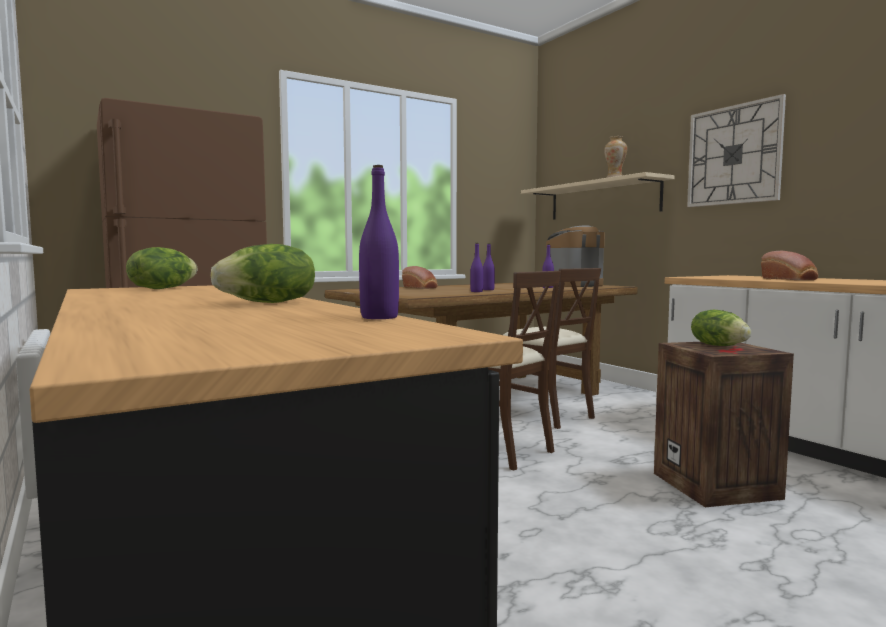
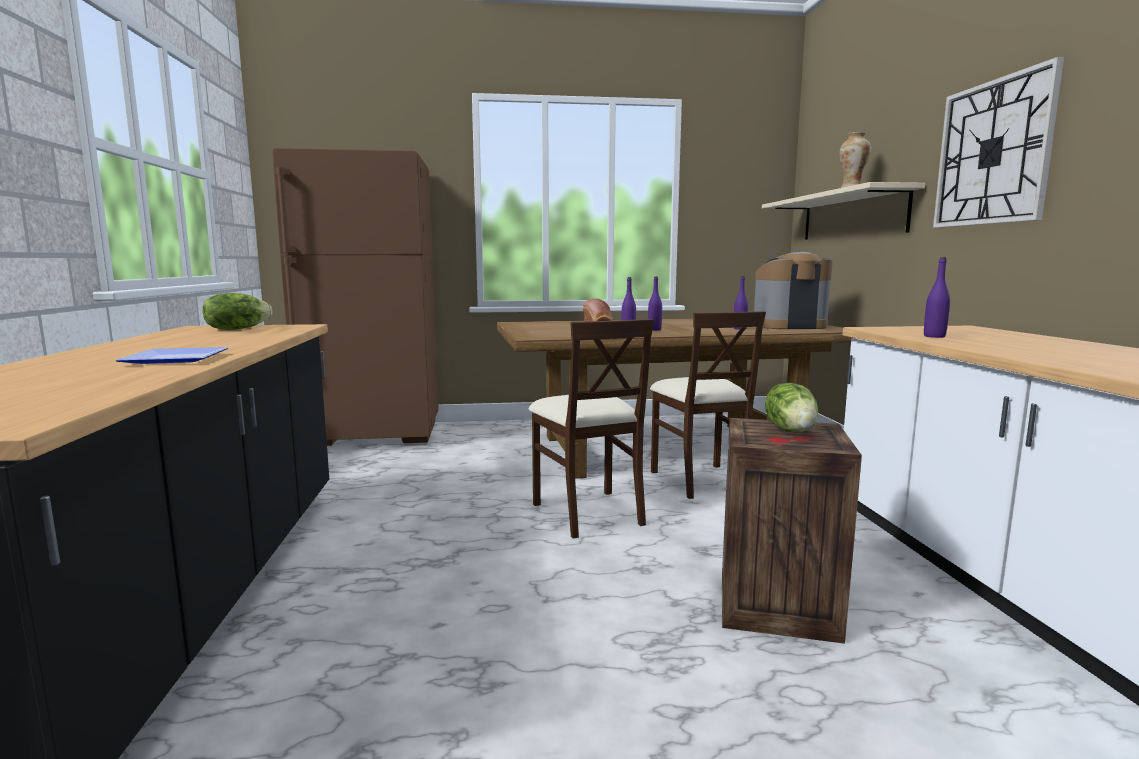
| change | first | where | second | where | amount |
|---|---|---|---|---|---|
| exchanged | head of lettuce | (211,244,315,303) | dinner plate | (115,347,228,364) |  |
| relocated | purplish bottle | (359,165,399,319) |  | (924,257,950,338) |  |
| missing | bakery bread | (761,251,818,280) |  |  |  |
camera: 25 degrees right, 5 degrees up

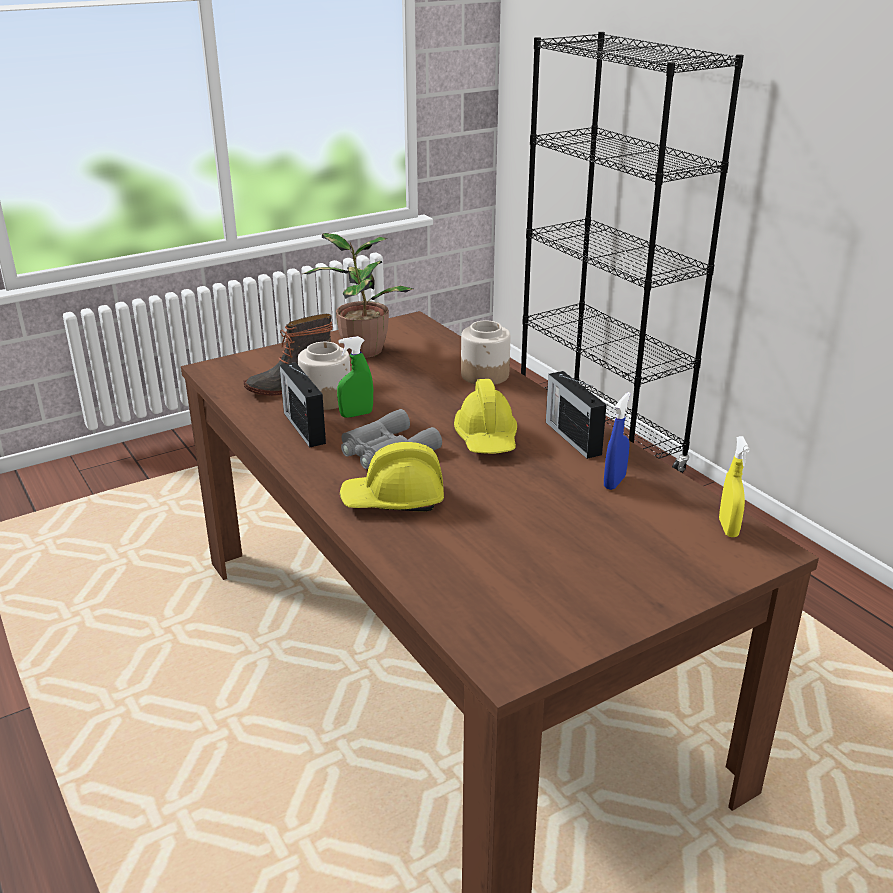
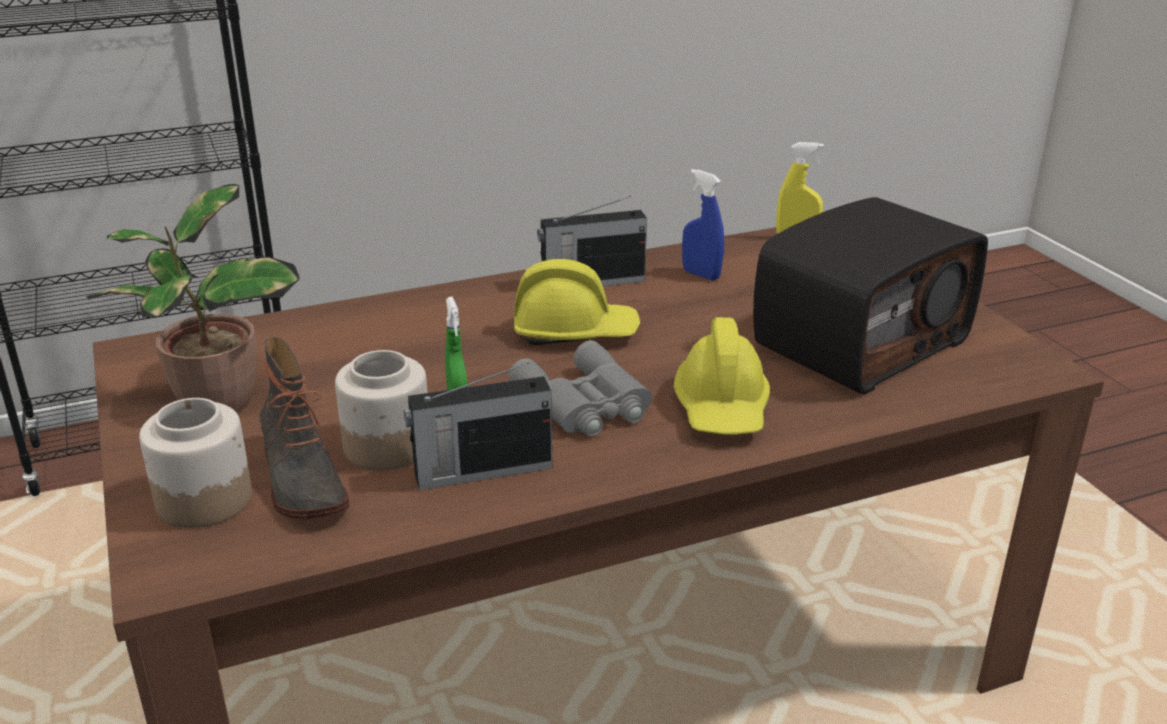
| change | first | where | second | where | amount |
|---|---|---|---|---|---|
| relocated | storage jar | (461,320,511,385) |  | (139,398,252,528) |  |
| appeared |  |  | radio | (753,197,988,394) |  |
camera: 80 degrees left, 0 degrees up

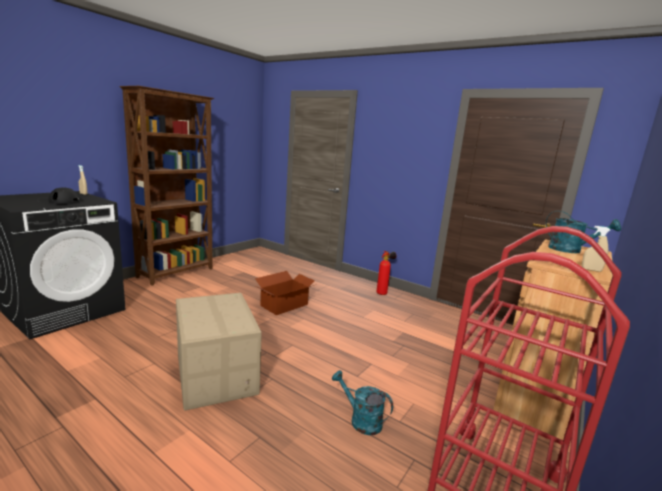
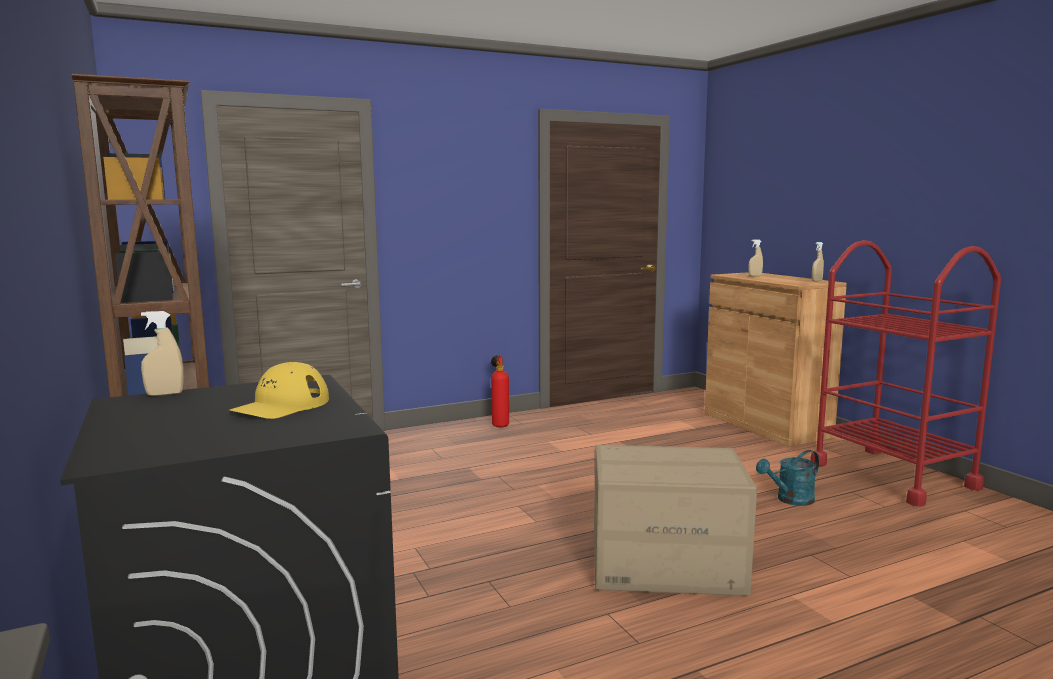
| change | first | where | second | where | amount |
|---|---|---|---|---|---|
| colour | blackish cap | (38,187,80,204) | yellowish cap | (229,362,329,419) |  |
| exchanged | blue-green sprinkling can | (546,211,622,253) | beige sprayer | (748,239,763,276) |  |
| missing | packing box | (254,271,317,315) |  |  |  |
camera: 60 degrees left, 5 degrees down

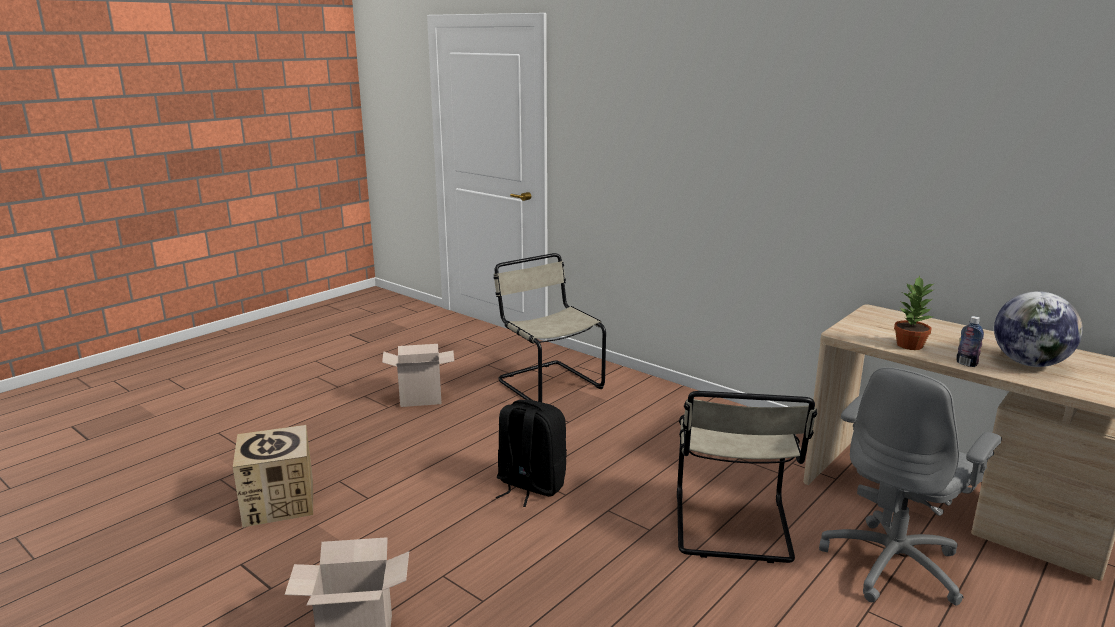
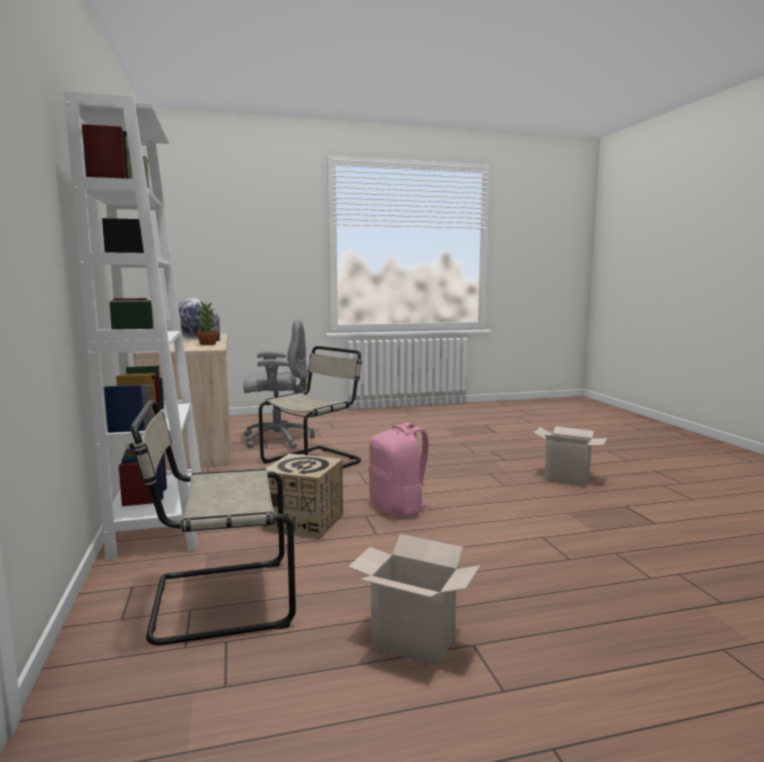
| change | first | where | second | where | amount |
|---|---|---|---|---|---|
| appeared |  |  | whitish bookshelf | (64,91,201,560) |  |
| spun | beige plain chair | (493,253,606,402) |  | (130,400,296,645) | 75 degrees clockwise |
| relocated | packing box | (233,425,313,527) |  | (262,454,343,539) |  |
| colour | blackish rucksack | (496,400,567,507) | pink rucksack | (369,422,436,518) |  |
camera: 145 degrees left, 10 degrees down

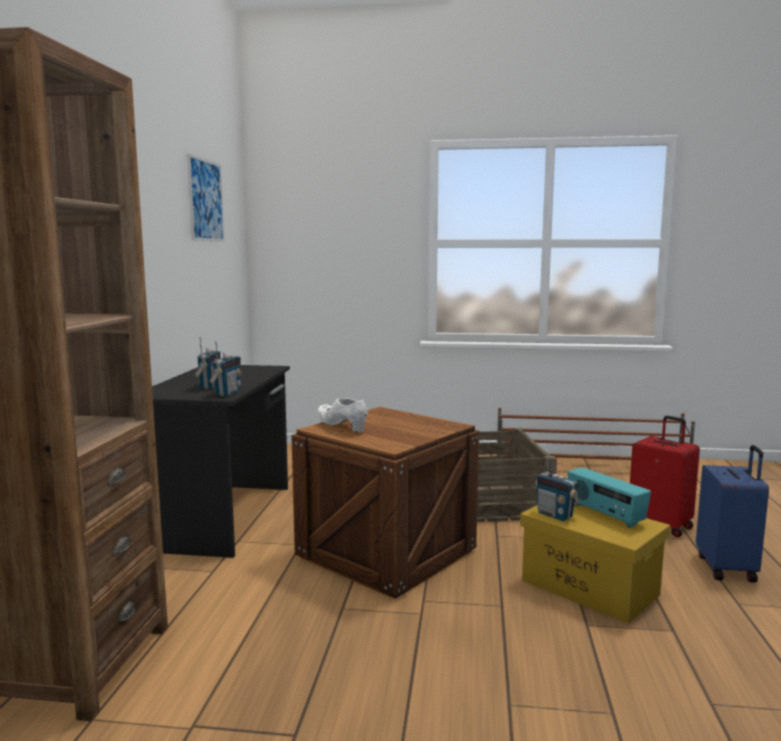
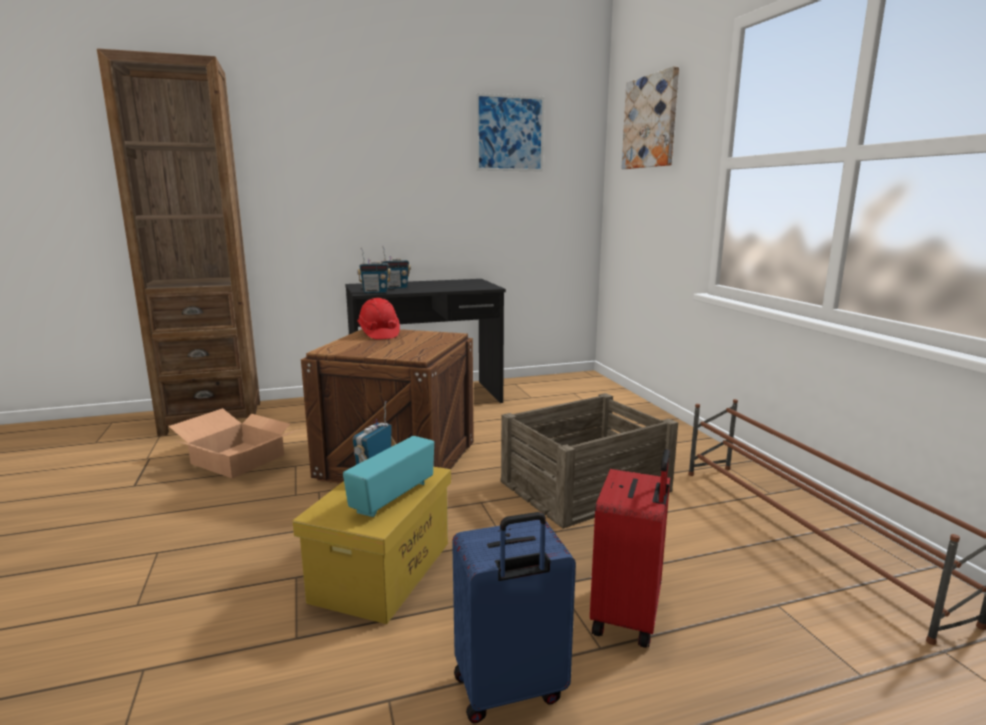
| change | first | where | second | where | amount |
|---|---|---|---|---|---|
| appeared |  |  | packing box | (169,408,300,478) |  |
| exchanged | whitish shoe | (317,398,368,433) | red hard hat | (357,298,400,339) |  |
| appeared |  |  | picture | (621,66,679,169) |  |
camera: 65 degrees right, 5 degrees up

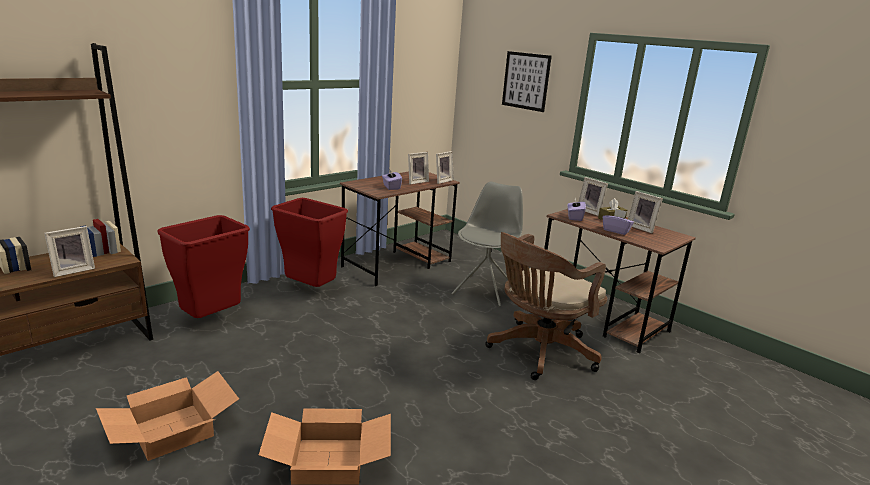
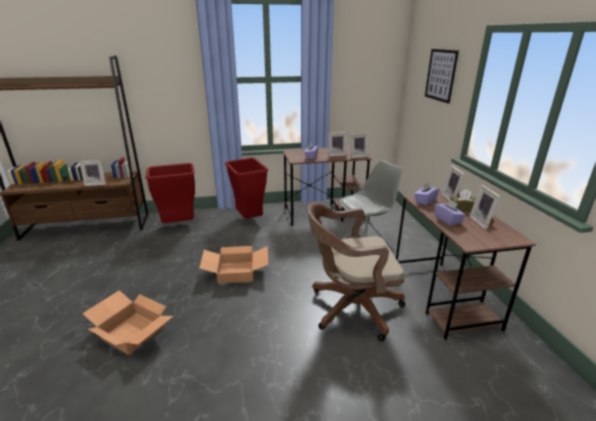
| change | first | where | second | where | amount |
|---|---|---|---|---|---|
| relocated | packing box | (96,371,239,461) |  | (199,246,268,283) |  |
camera: 35 degrees right, 5 degrees up

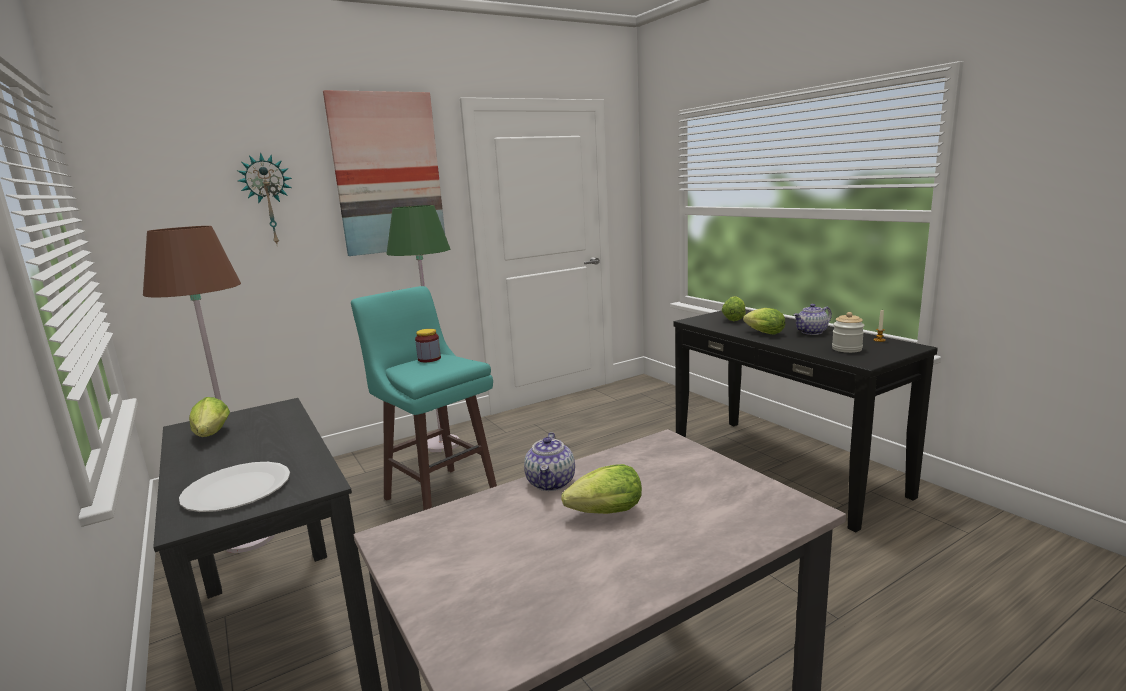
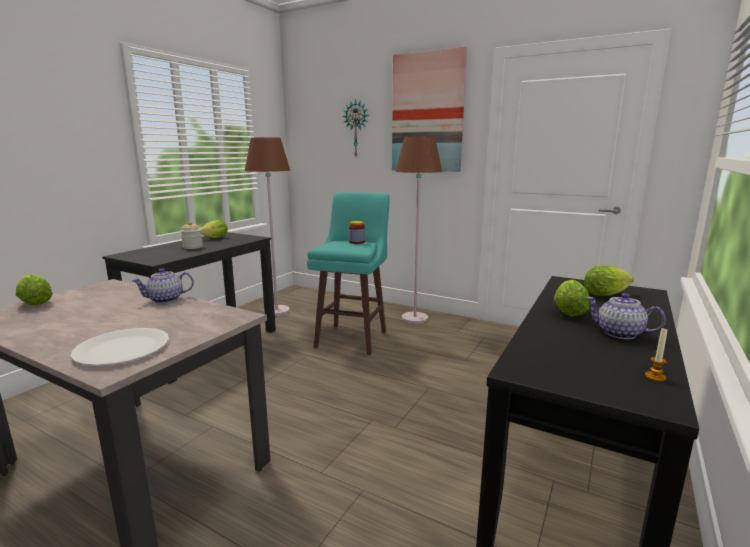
| change | first | where | second | where | amount |
|---|---|---|---|---|---|
| relocated | head of lettuce | (561,464,642,514) |  | (16,274,53,305) |  |
| relocated | whitish dinner plate | (179,462,290,512) |  | (70,328,169,366) |  |
| relocated | storage jar | (832,312,864,353) |  | (181,222,203,249) |  |
| colour | green standard lamp | (387,205,459,452) | brown-coloured standard lamp | (395,137,442,324) |  |
camera: 60 degrees right, 0 degrees up

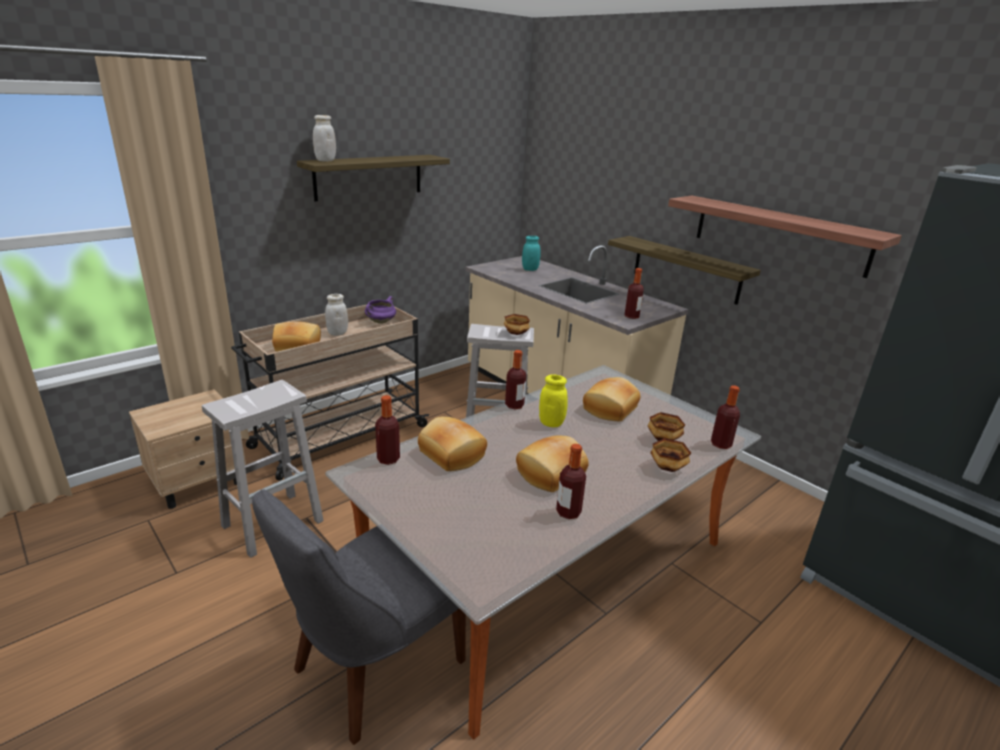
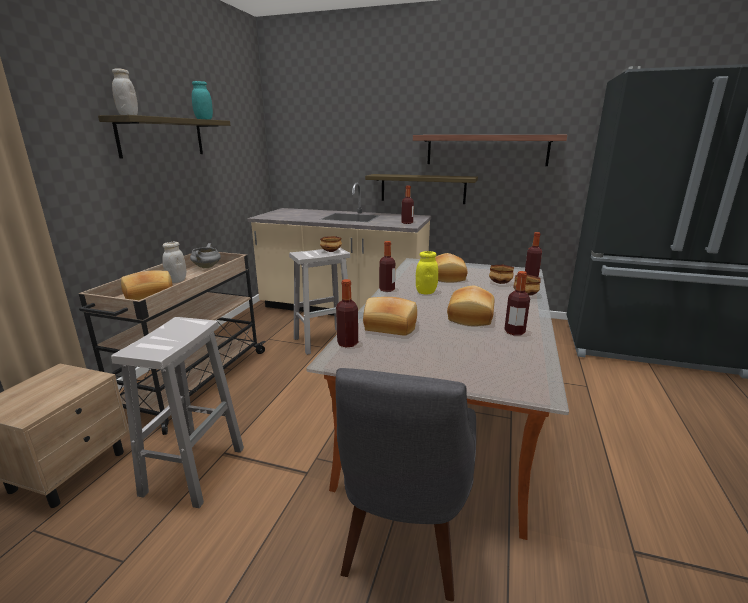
| change | first | where | second | where | amount |
|---|---|---|---|---|---|
| colour | purplish saucepot | (365,296,396,324) | gray saucepot | (190,243,221,268) |  |
| relocated | blue-green storage jar | (522,236,541,271) |  | (192,81,213,120) |  |
camera: 30 degrees left, 5 degrees down

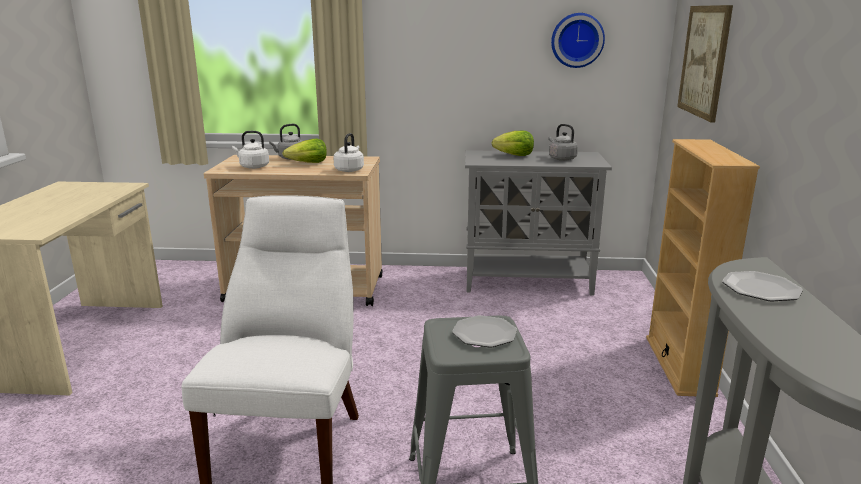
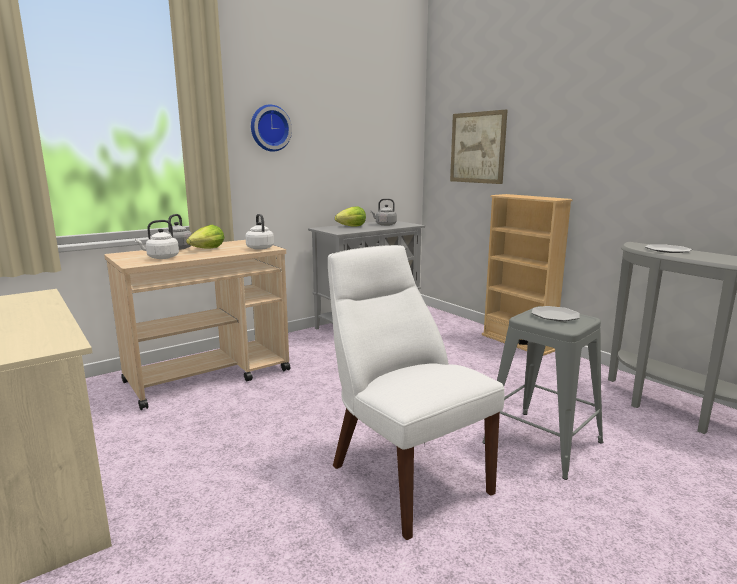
| change | first | where | second | where | amount |
|---|---|---|---|---|---|
| relocated | wall clock | (551,13,605,68) |  | (251,104,292,152) |  |
camera: 40 degrees left, 5 degrees down

